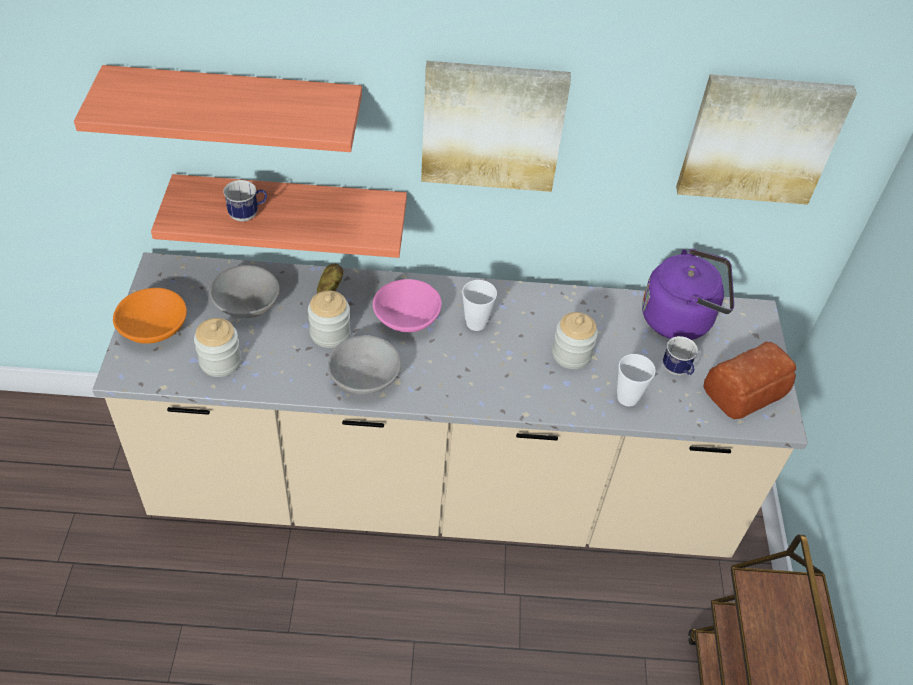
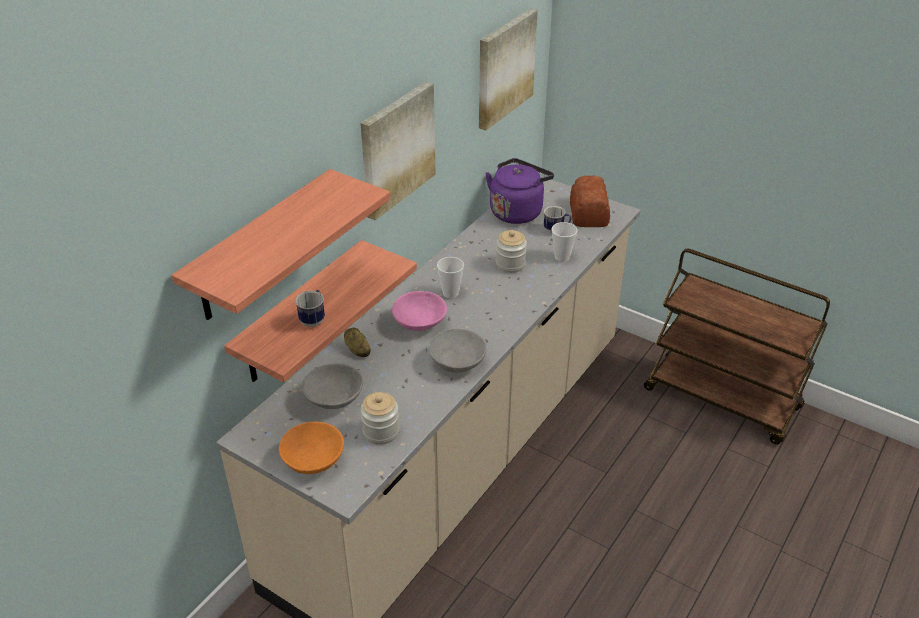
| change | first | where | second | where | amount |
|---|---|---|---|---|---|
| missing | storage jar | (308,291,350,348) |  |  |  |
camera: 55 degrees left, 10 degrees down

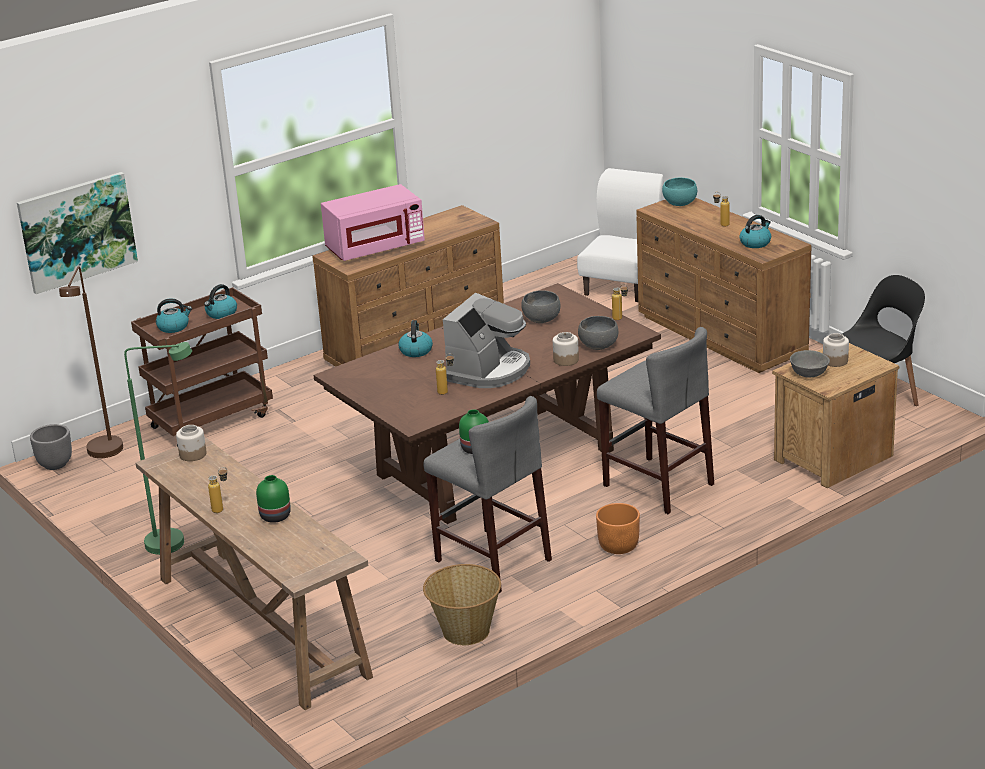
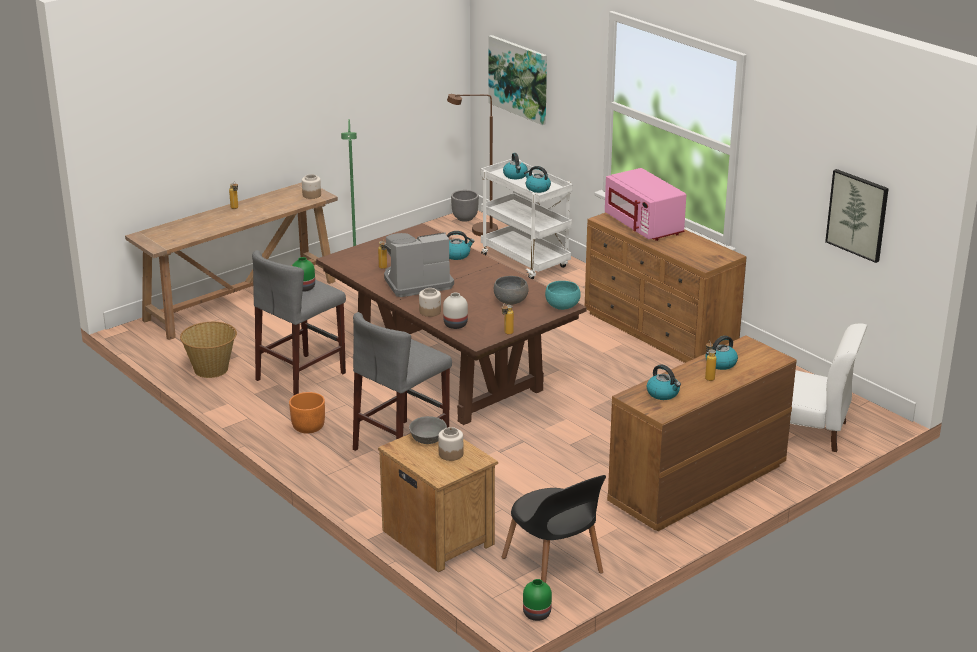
| change | first | where | second | where | amount |
|---|---|---|---|---|---|
| spun | coffee machine | (443,292,530,388) |  | (384,233,454,297) | 135 degrees clockwise |
| exchanged | gray bowl | (578,316,619,350) | whitish flower vase | (443,292,468,329) |  |
| colour | brown-coloured wheeled cart | (131,287,273,447) | whitish wheeled cart | (481,159,573,279) |  |
| relocated | green flower vase | (256,475,291,523) |  | (523,579,552,621) |  |
| relocated | blue-green bowl | (662,177,697,206) |  | (545,281,581,310) |  |
| appeared |  |  | water kettle | (706,336,738,370) |  |
| appeared |  |  | picture | (825,169,889,263) |  |
camera: 85 degrees right, 0 degrees up

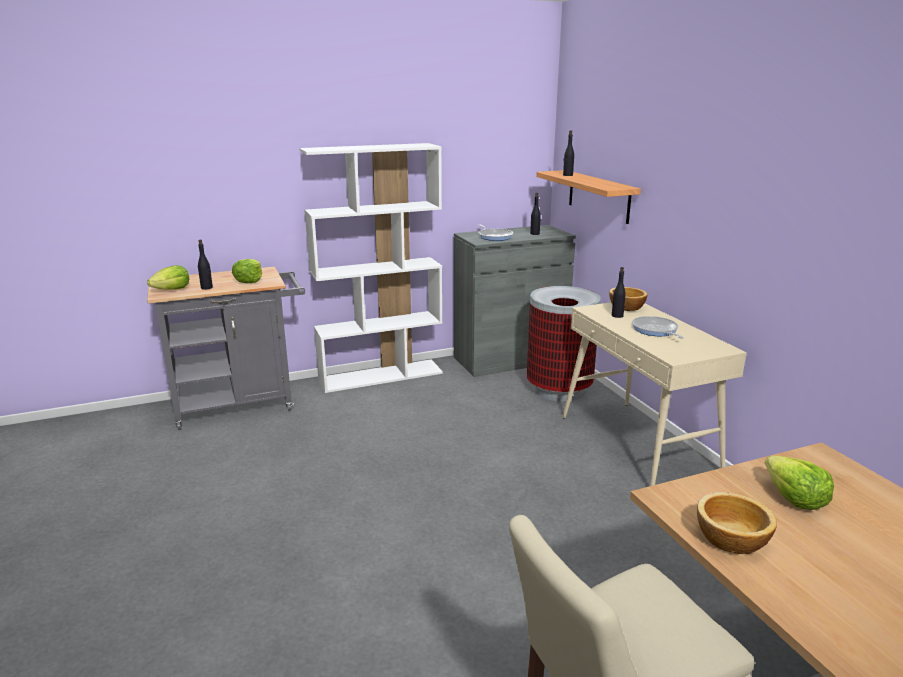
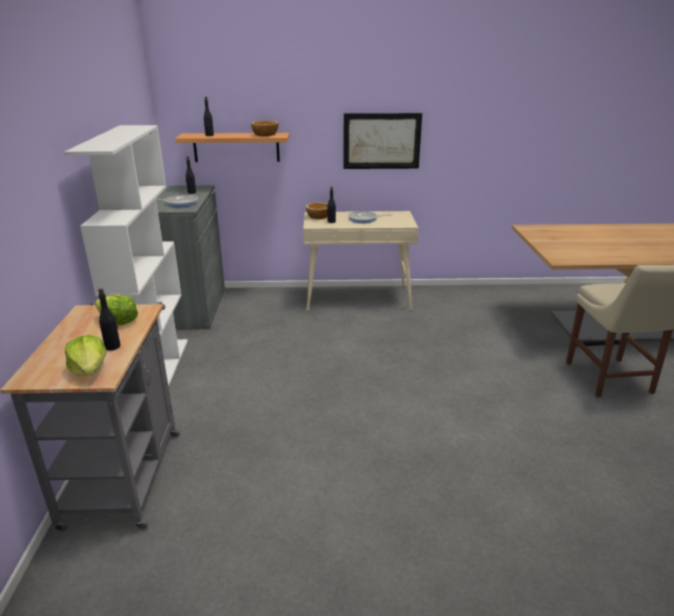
| change | first | where | second | where | amount |
|---|---|---|---|---|---|
| relocated | bowl | (697,492,777,554) |  | (251,121,279,136) |  |
| appeared |  |  | picture | (343,113,422,169) |  |
| missing | rubbish bin | (527,286,601,401) |  |  |  |
| missing | head of lettuce | (765,456,834,510) |  |  |  |
camera: 70 degrees left, 5 degrees up

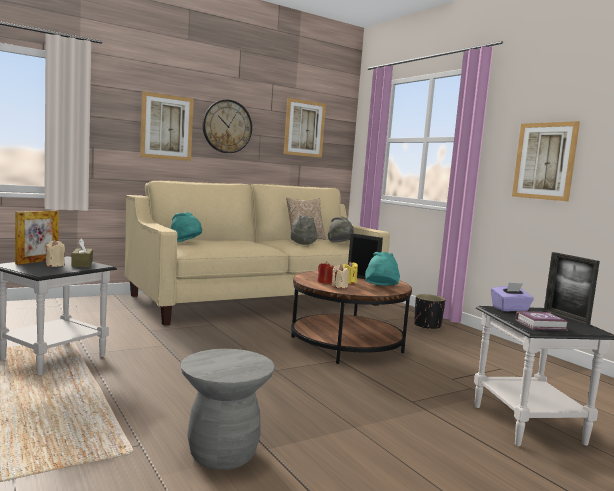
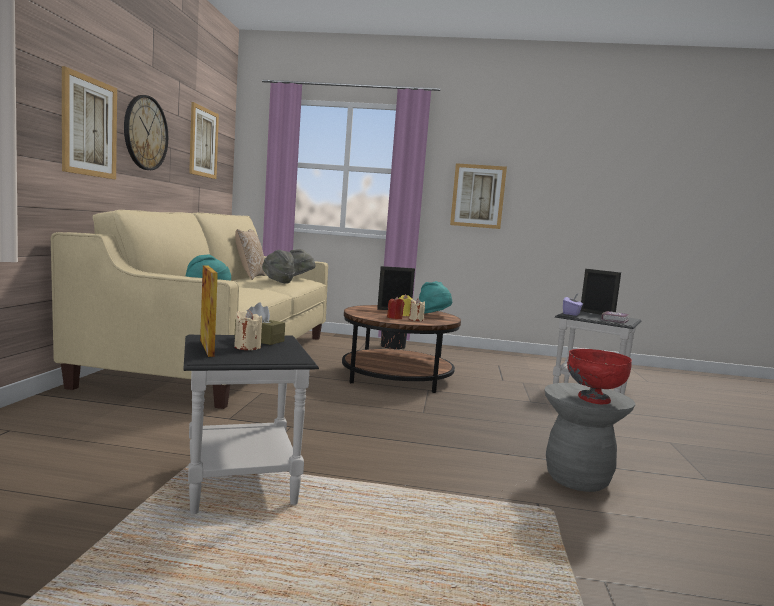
| change | first | where | second | where | amount |
|---|---|---|---|---|---|
| appeared |  |  | red bowl | (567,349,632,404) |  |
| spun | photo frame | (544,252,600,325) |  | (581,269,621,315) | 150 degrees counterclockwise |
camera: 50 degrees left, 0 degrees up

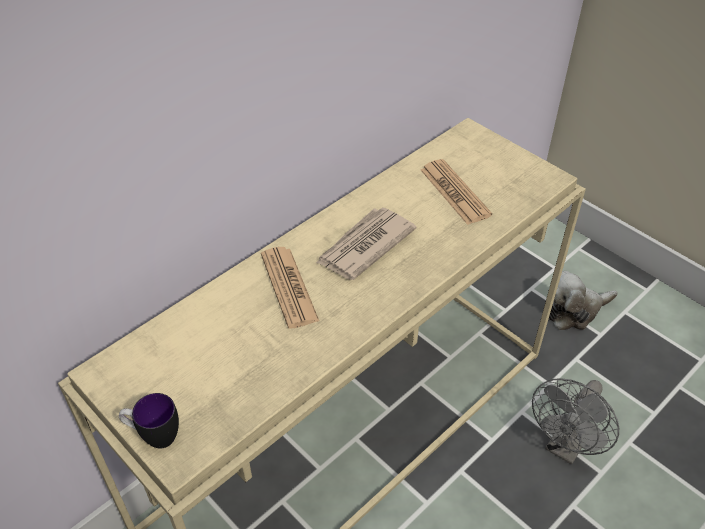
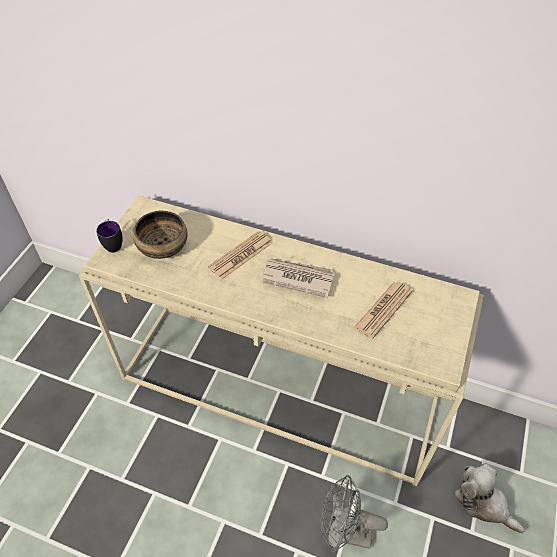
| change | first | where | second | where | amount |
|---|---|---|---|---|---|
| appeared |  |  | bowl | (133,211,188,259) |  |
camera: 65 degrees right, 5 degrees up

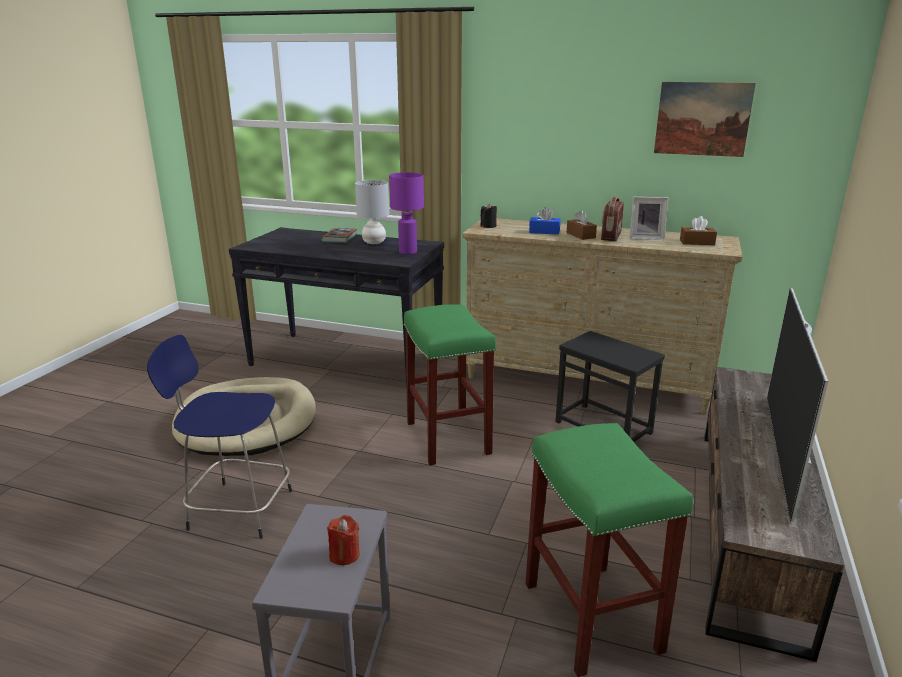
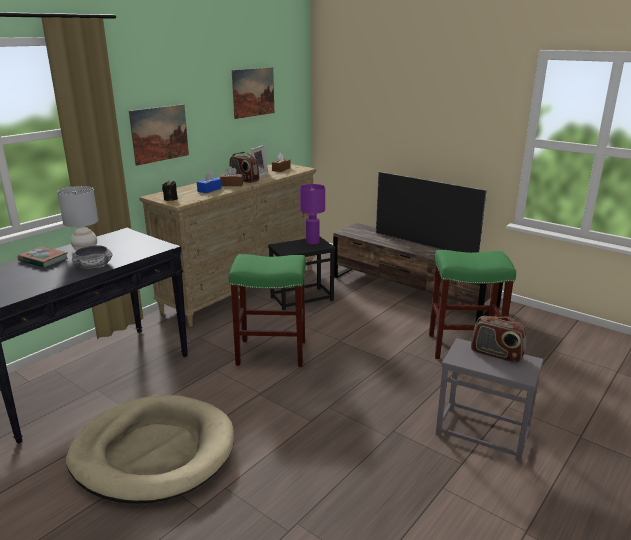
| change | first | where | second | where | amount |
|---|---|---|---|---|---|
| appeared |  |  | bowl | (72,245,113,268) |  |
| appeared |  |  | picture | (129,104,189,166) |  |
| relocated | purplish tabletop lamp | (389,172,424,255) |  | (300,184,325,244) |  |
| exchanged | red wax candle | (327,515,360,565) | radio | (471,316,527,363) |  |
| missing | bluish sitting stool | (147,335,292,539) |  |  |  |
camera: 70 degrees left, 0 degrees up

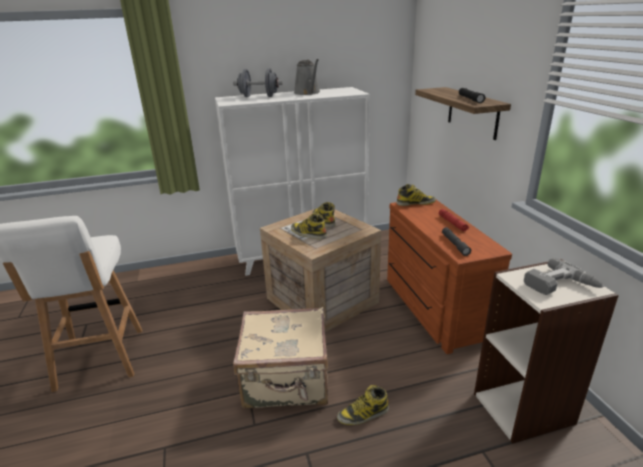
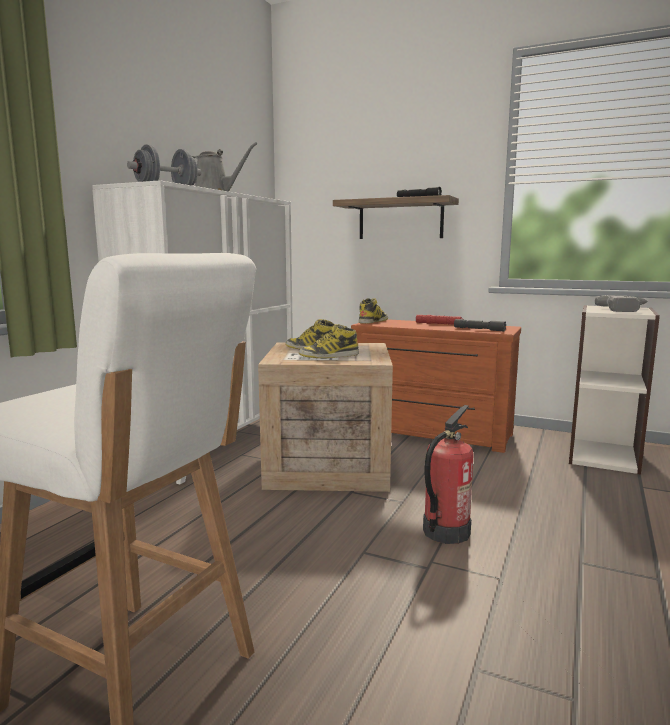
| change | first | where | second | where | amount |
|---|---|---|---|---|---|
| exchanged | beige travel case | (233,307,328,409) | extinguisher | (423,405,474,544) |  |
| missing | high-top boot | (337,385,389,425) |  |  |  |
camera: 50 degrees left, 15 degrees down

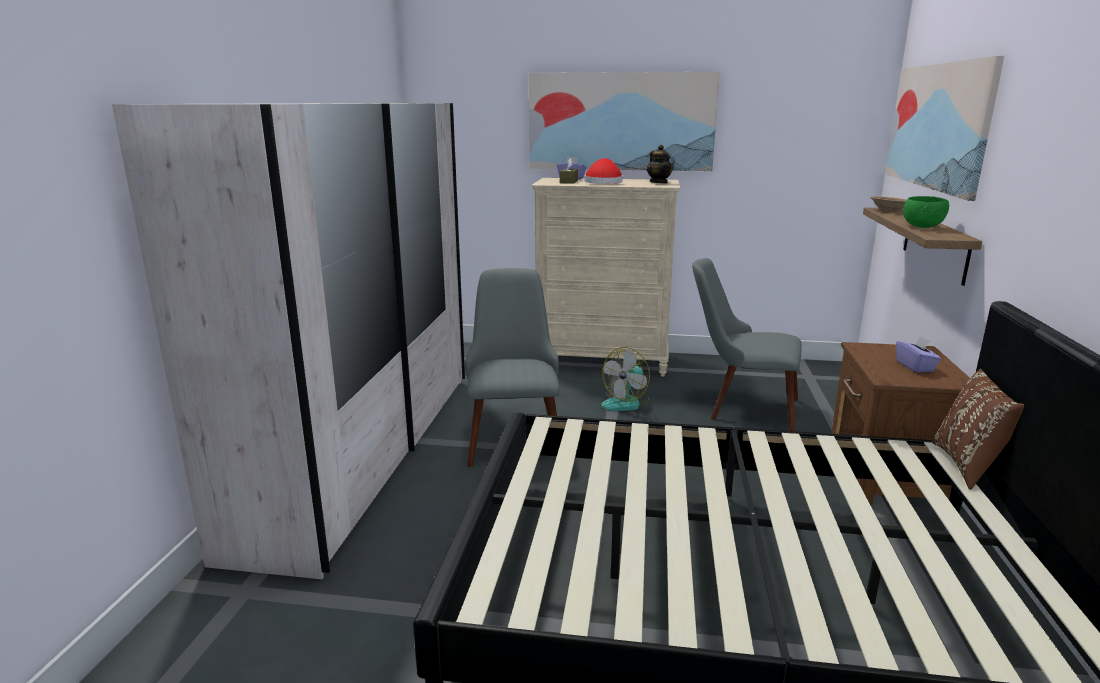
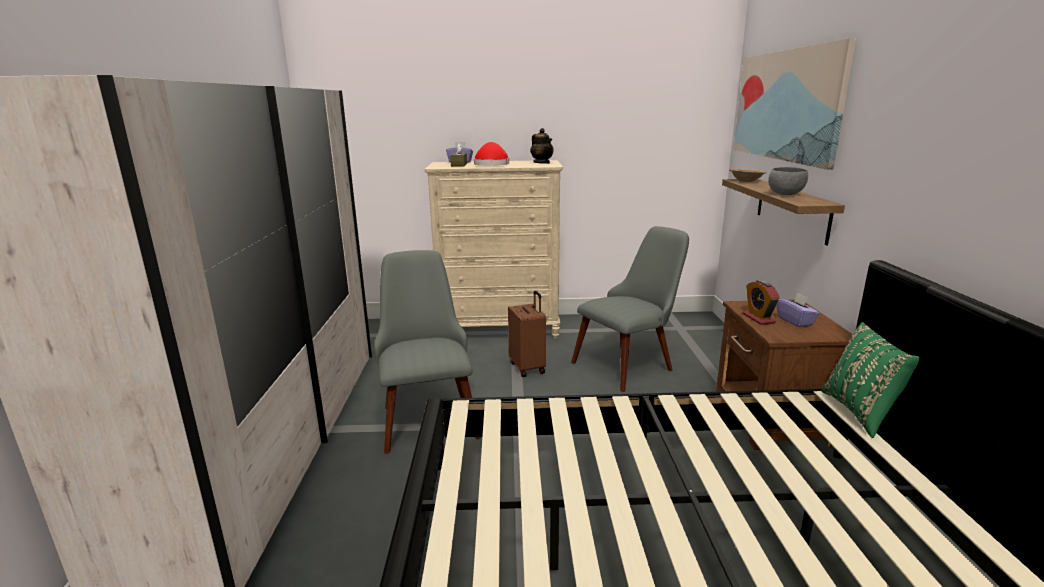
| change | first | where | second | where | amount |
|---|---|---|---|---|---|
| exchanged | cooling fan | (601,347,650,411) | brown-coloured travel case | (508,290,546,377) |  |
| spun | gray plain chair | (692,258,802,431) |  | (571,226,689,392) | 135 degrees clockwise |
| appeared |  |  | alarm clock | (742,280,780,325) |  |
| colour | green bowl | (903,196,949,228) | gray bowl | (768,167,808,195) |  |
| colour | brown-coloured pillow | (932,368,1024,490) | green pillow | (821,322,919,438) |  |
| missing | picture | (529,72,720,171) |  |  |  |
camera: 10 degrees left, 0 degrees up

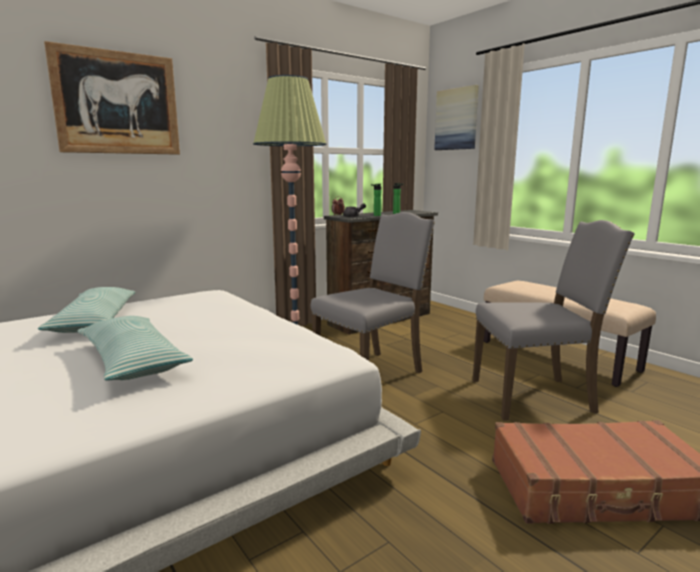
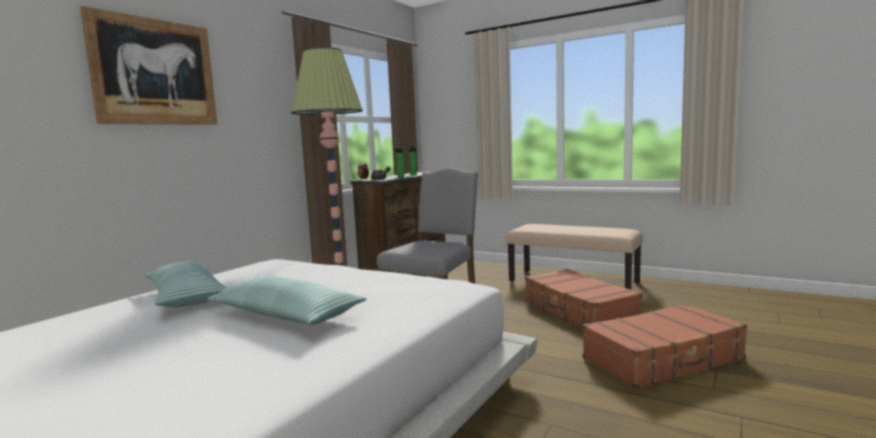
| change | first | where | second | where | amount |
|---|---|---|---|---|---|
| exchanged | gray plain chair | (473,220,635,421) | brown-coloured travel case | (525,269,643,327) |  |
| missing | picture | (434,85,479,150) |  |  |  |
camera: 20 degrees left, 5 degrees down

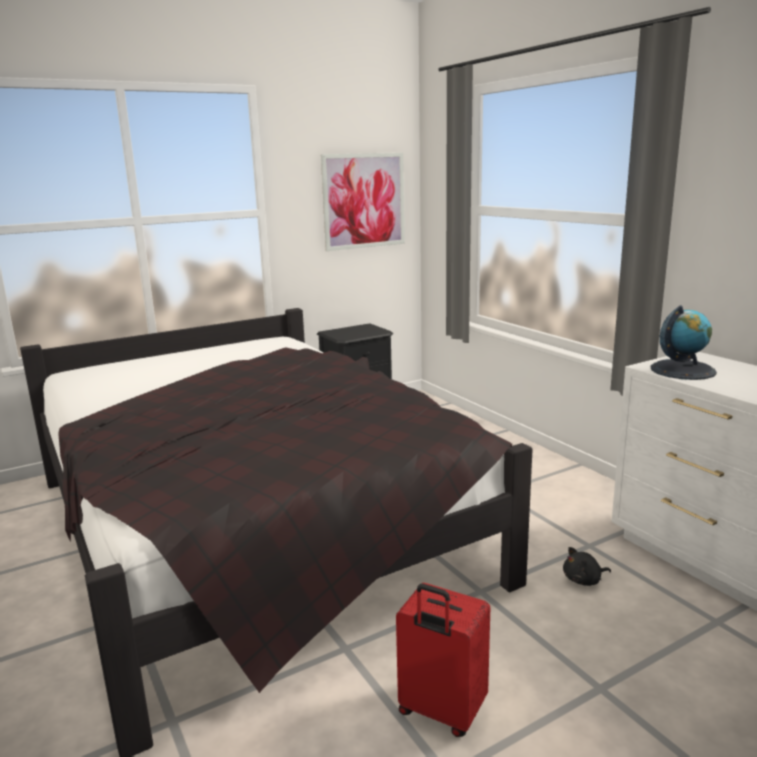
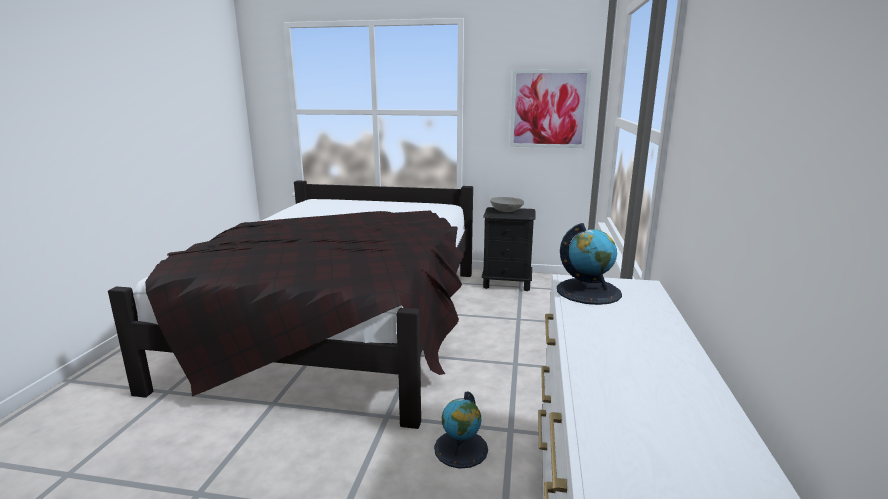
| change | first | where | second | where | amount |
|---|---|---|---|---|---|
| exchanged | blackish plush toy | (563,547,611,586) | globe | (434,392,488,469) |  |
| appeared |  |  | gray bowl | (490,197,524,212) |  |
| missing | red travel case | (396,583,490,737) |  |  |  |
camera: 40 degrees right, 0 degrees up

